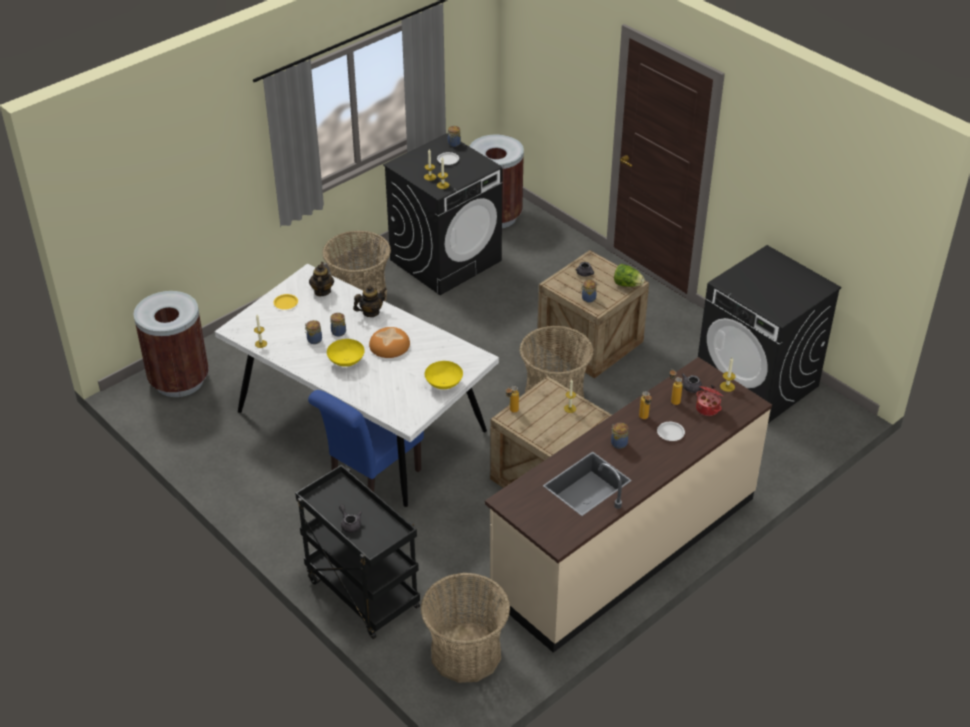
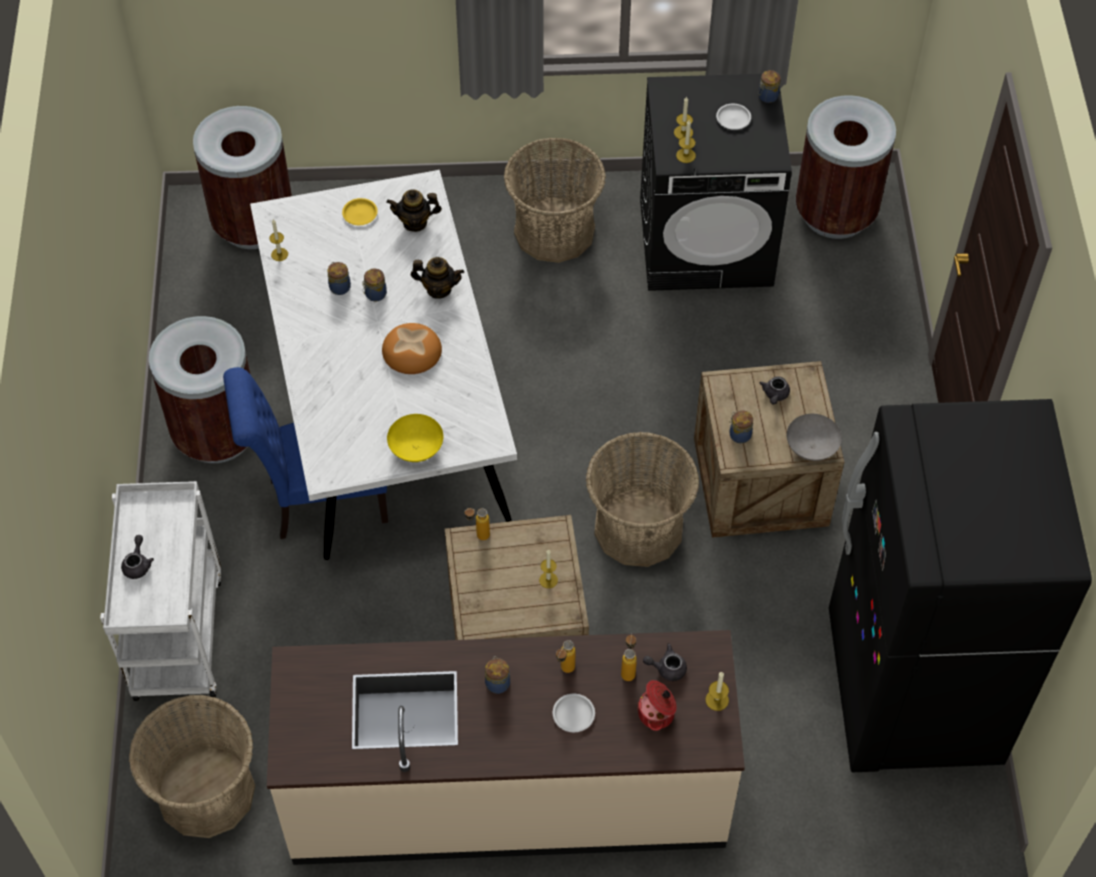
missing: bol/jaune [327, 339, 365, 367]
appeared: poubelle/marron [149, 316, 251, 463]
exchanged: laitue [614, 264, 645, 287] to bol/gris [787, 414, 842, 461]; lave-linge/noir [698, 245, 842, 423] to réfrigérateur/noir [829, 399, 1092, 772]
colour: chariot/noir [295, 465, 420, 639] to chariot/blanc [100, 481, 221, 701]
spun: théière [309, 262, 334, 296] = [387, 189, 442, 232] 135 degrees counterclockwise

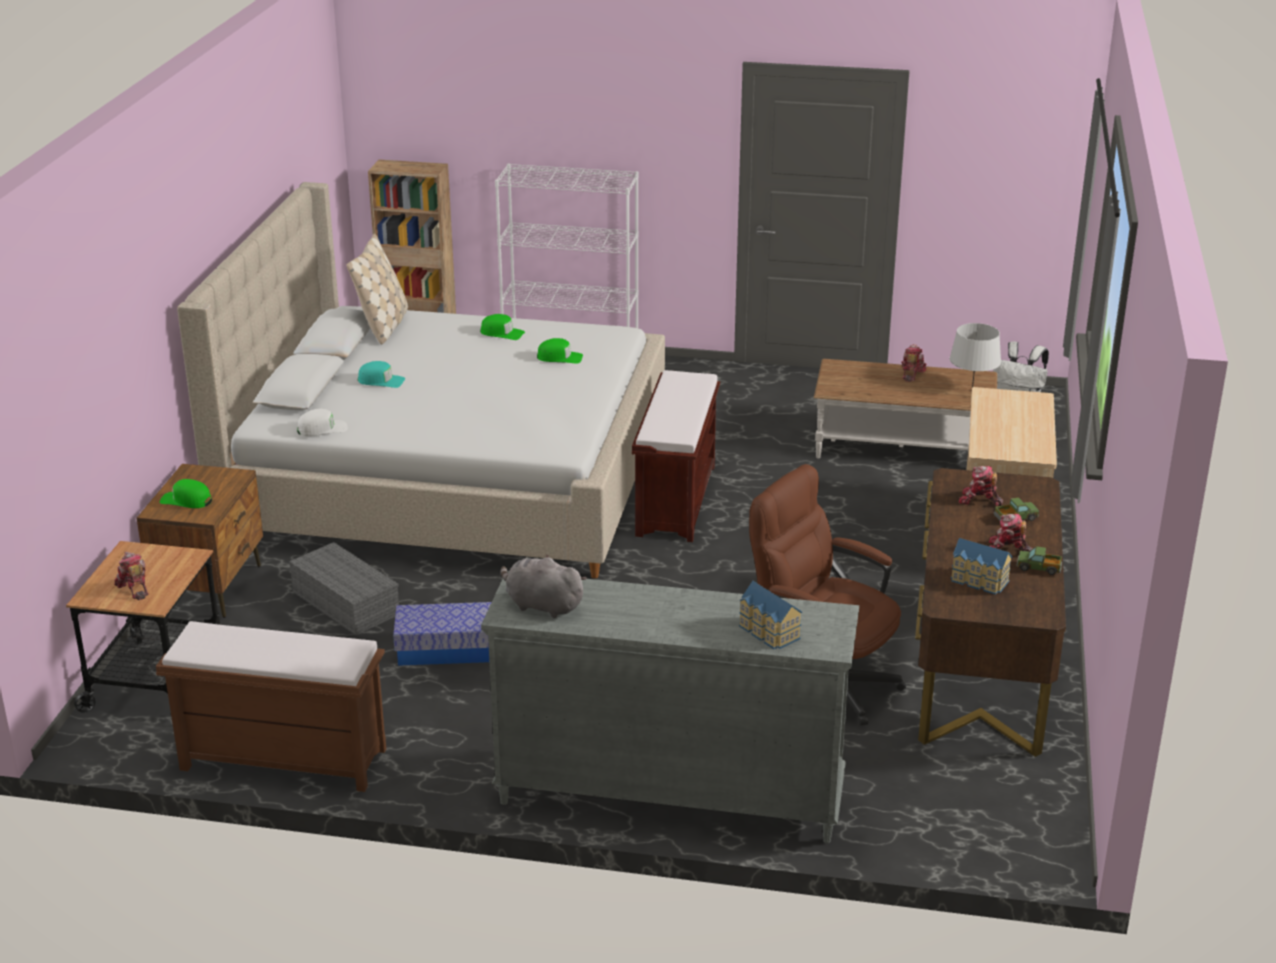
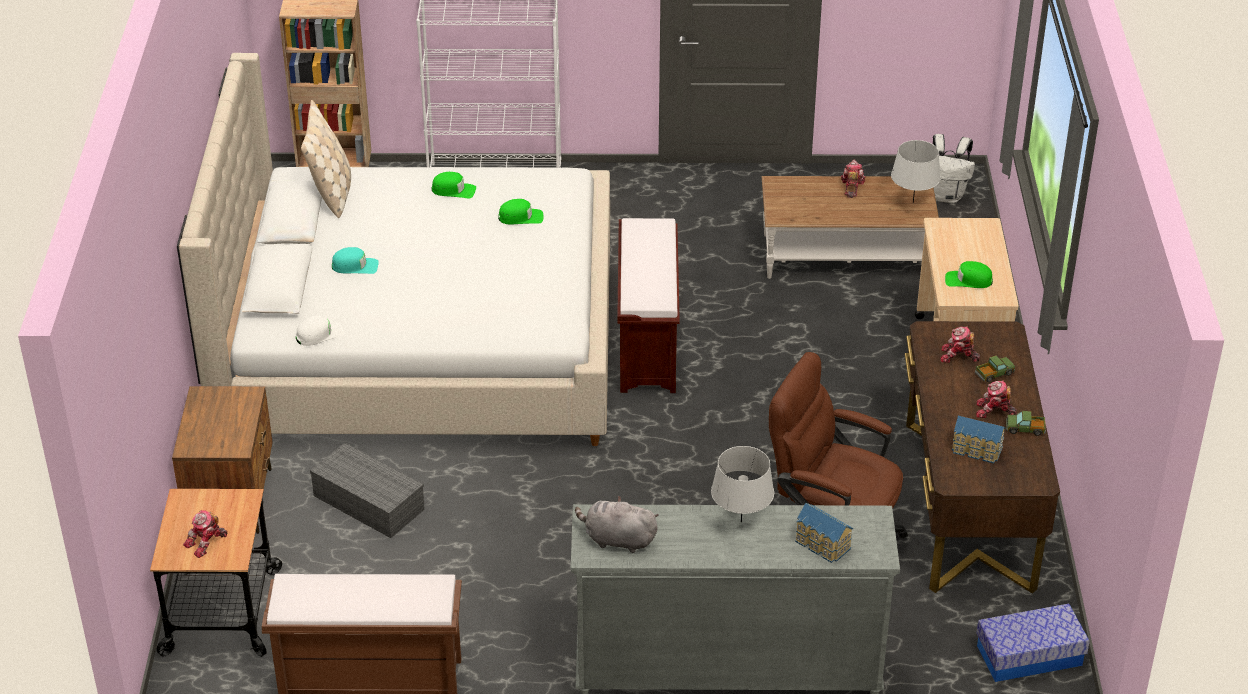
appeared: lampe de table/gris [711, 446, 774, 522]
relocated: casquette/vert [160, 479, 212, 508] to [945, 261, 993, 288]; boîte de rangement [393, 602, 492, 666] to [976, 604, 1090, 682]
spun: robot jouet [114, 552, 149, 600] = [183, 510, 227, 558] 90 degrees counterclockwise

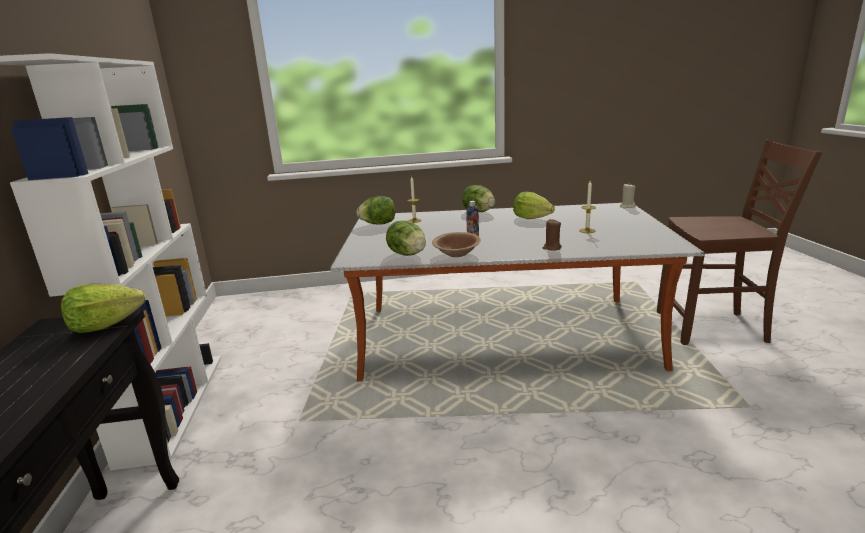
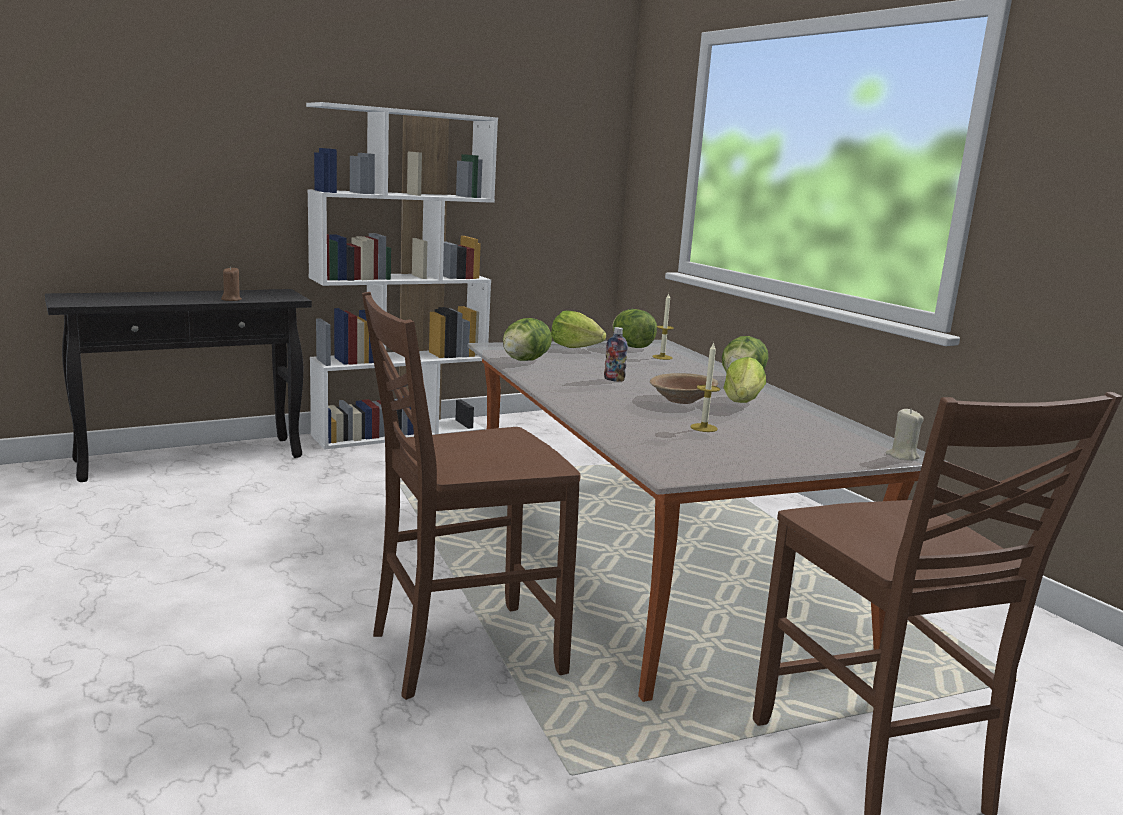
appeared: chaise/marron [362, 292, 581, 700]
relocated: laitue [61, 284, 146, 333] to [551, 310, 606, 348]; bol/marron [432, 232, 481, 257] to [650, 373, 718, 404]; bougie/marron [543, 219, 562, 251] to [221, 266, 242, 301]

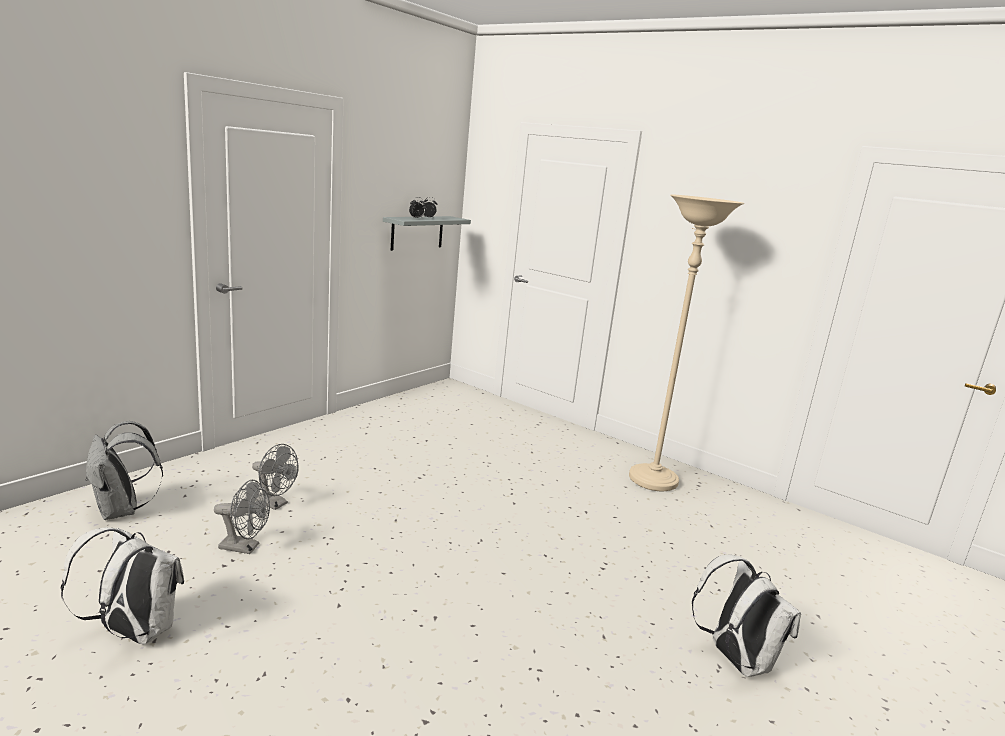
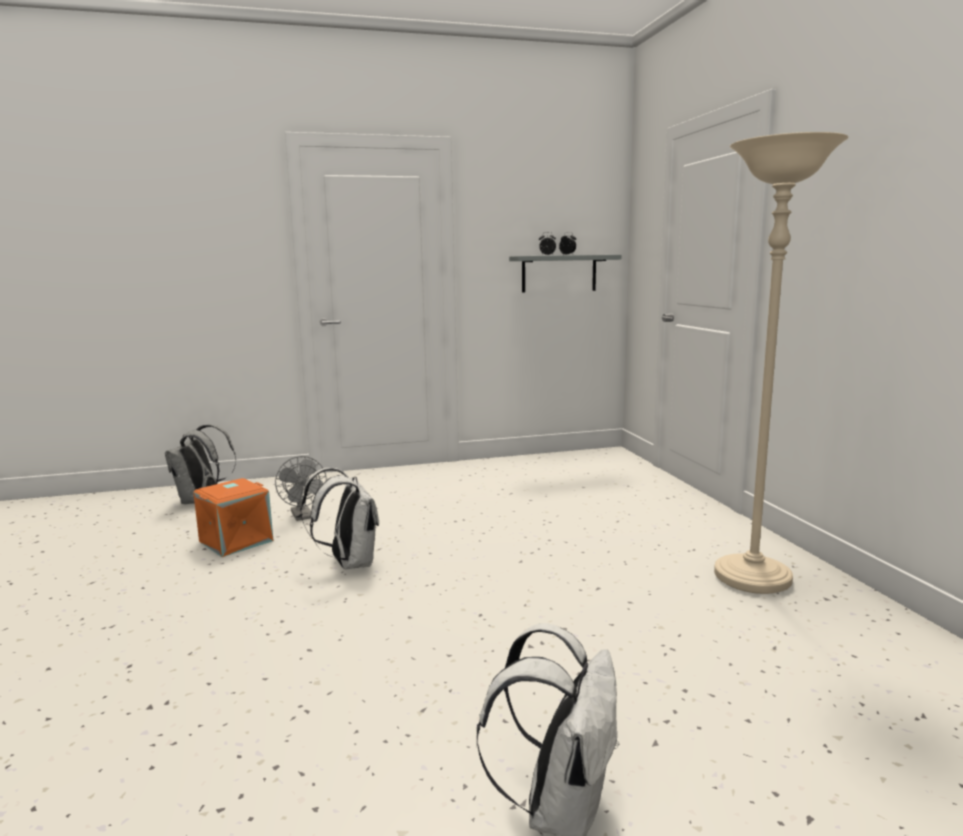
relocated: sac à dos/blanc [61, 527, 184, 645] to [300, 468, 379, 570]
exchanged: ventilateur/gris [214, 480, 270, 554] to boîte de rangement/orange [193, 478, 274, 557]

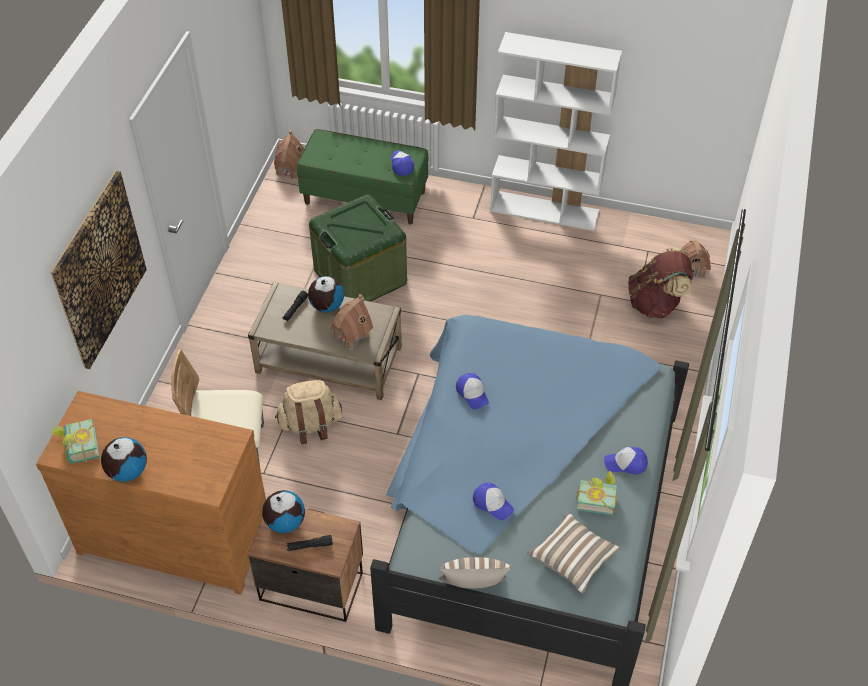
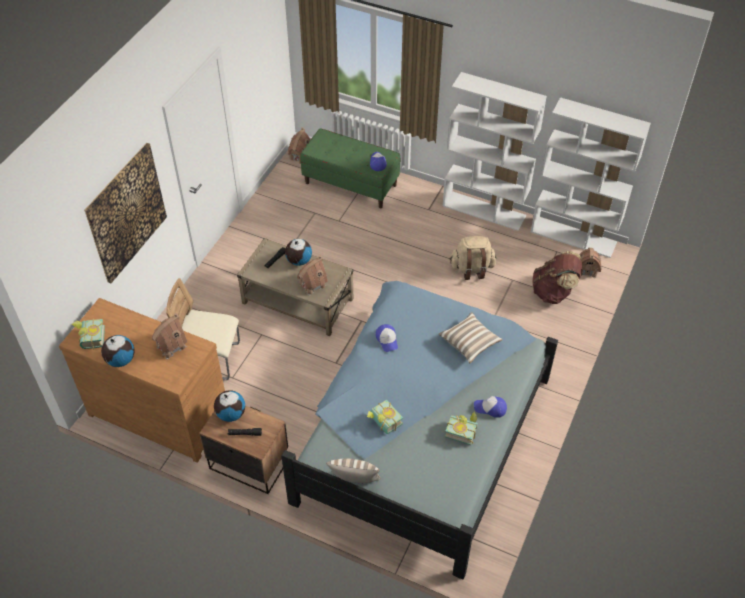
missing: boîte de rangement/vert [309, 195, 407, 302]
appeared: maison miniature [152, 313, 187, 359]; bibliothèque/blanc [531, 97, 651, 258]
relocated: sac à dos/beige [275, 380, 342, 444] to [449, 236, 496, 280]; coussin [527, 511, 621, 594] to [439, 312, 503, 363]
exchanged: casquette [473, 483, 514, 520] to livre [367, 400, 403, 434]

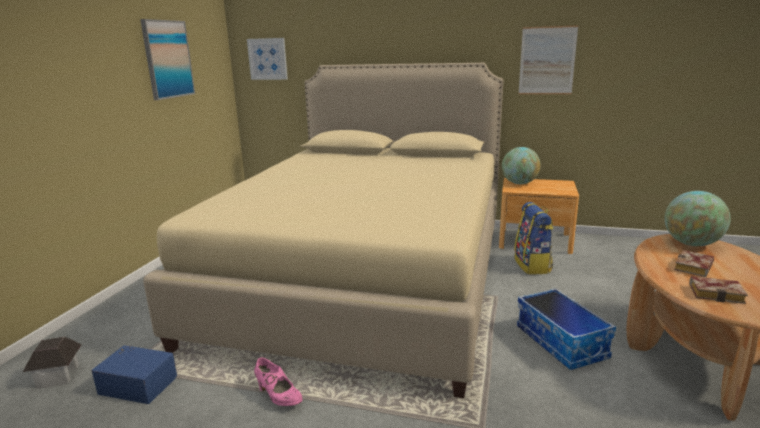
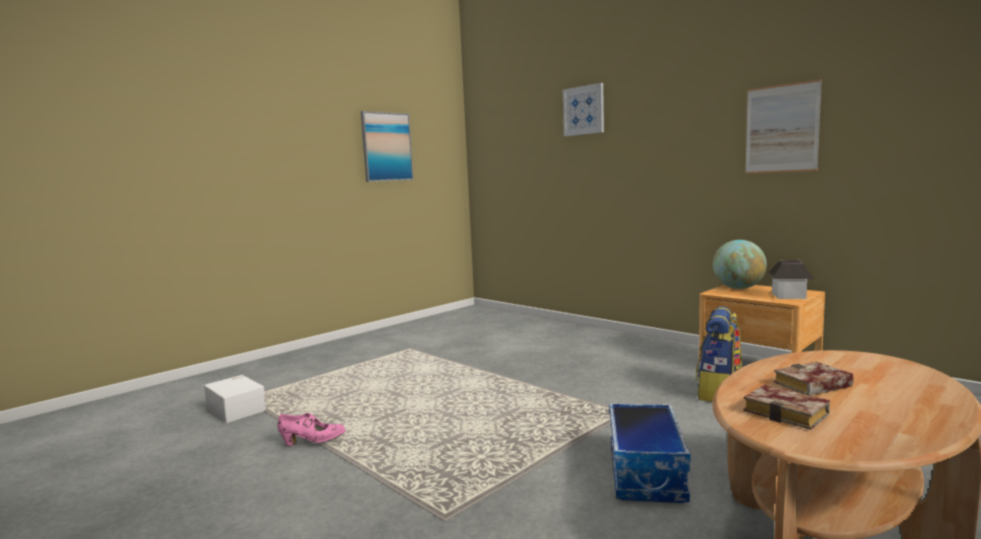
missing: lit/beige [143, 63, 503, 398]; globe [665, 191, 730, 246]
relocated: maison miniature [23, 336, 82, 389] to [768, 260, 814, 299]; tableau [247, 38, 288, 80] to [563, 83, 604, 136]
colour: boîte de rangement/bleu [92, 345, 177, 404] to boîte de rangement/blanc [204, 375, 266, 423]
spun: chaussure/rose [254, 358, 303, 406] = [277, 413, 346, 446] 75 degrees counterclockwise

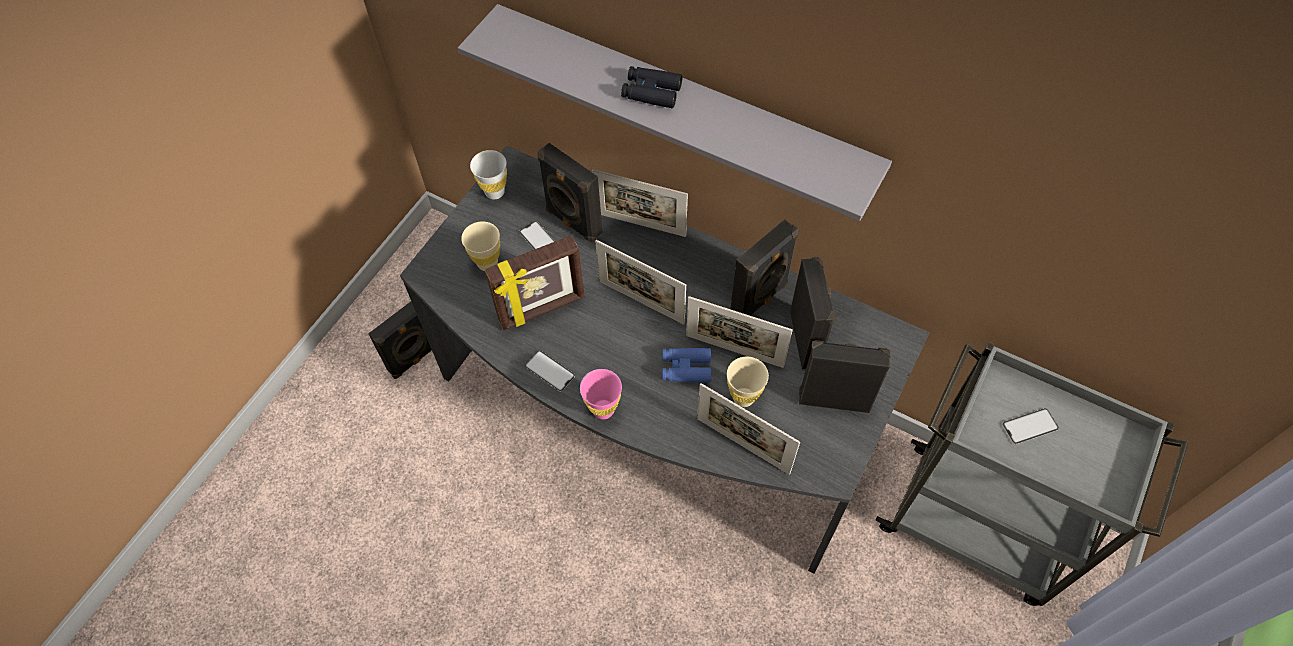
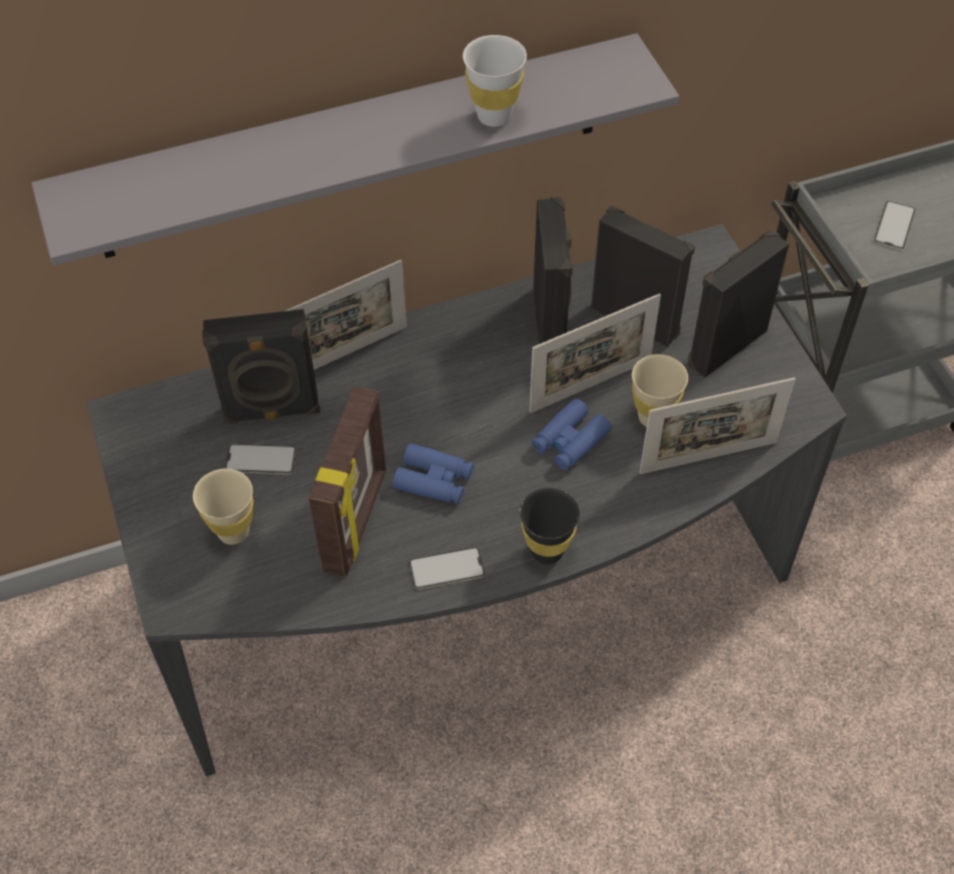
missing: enceinte/noir [368, 301, 432, 379]; cadre photo [595, 240, 686, 325]; jumelles/noir [621, 66, 683, 108]
appeared: jumelles/bleu [393, 443, 474, 504]
relocated: tasse/blanc [470, 150, 507, 199] to [463, 35, 527, 127]
colour: tasse/rose [580, 369, 622, 419] to tasse/noir [520, 488, 580, 564]

